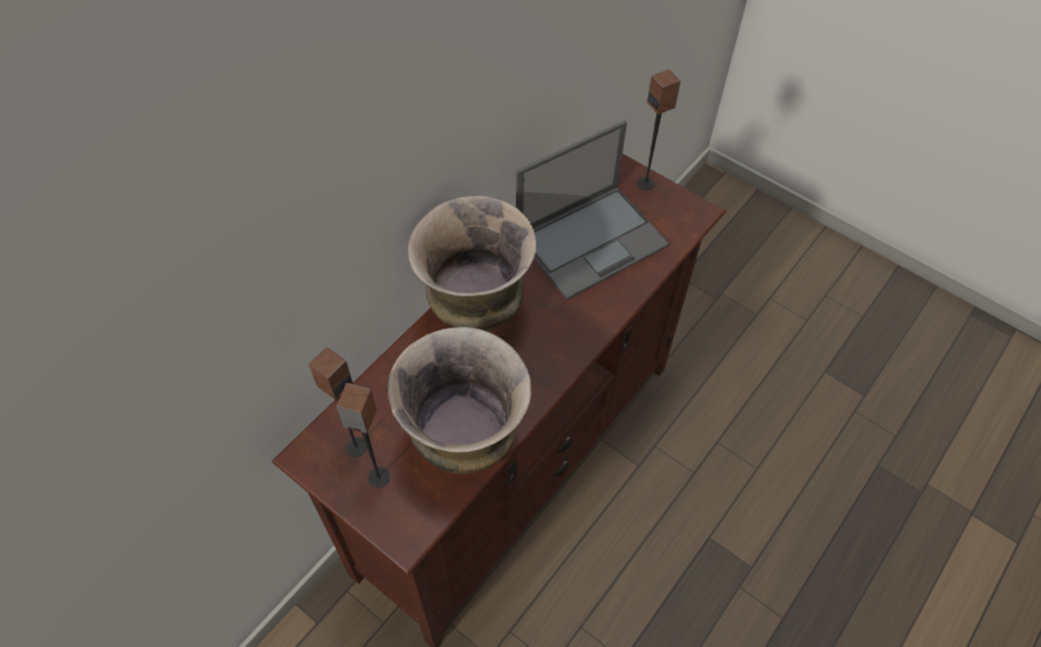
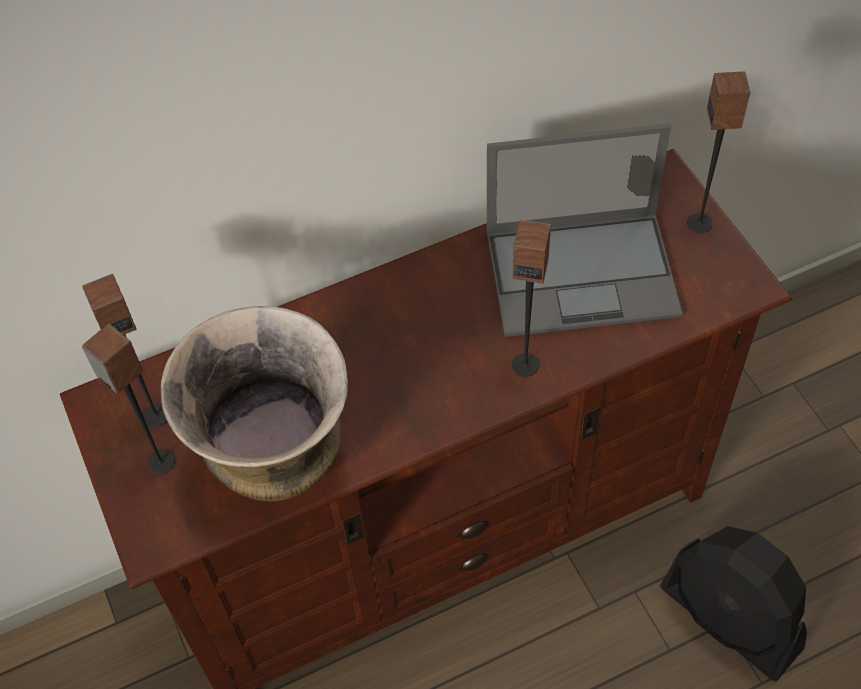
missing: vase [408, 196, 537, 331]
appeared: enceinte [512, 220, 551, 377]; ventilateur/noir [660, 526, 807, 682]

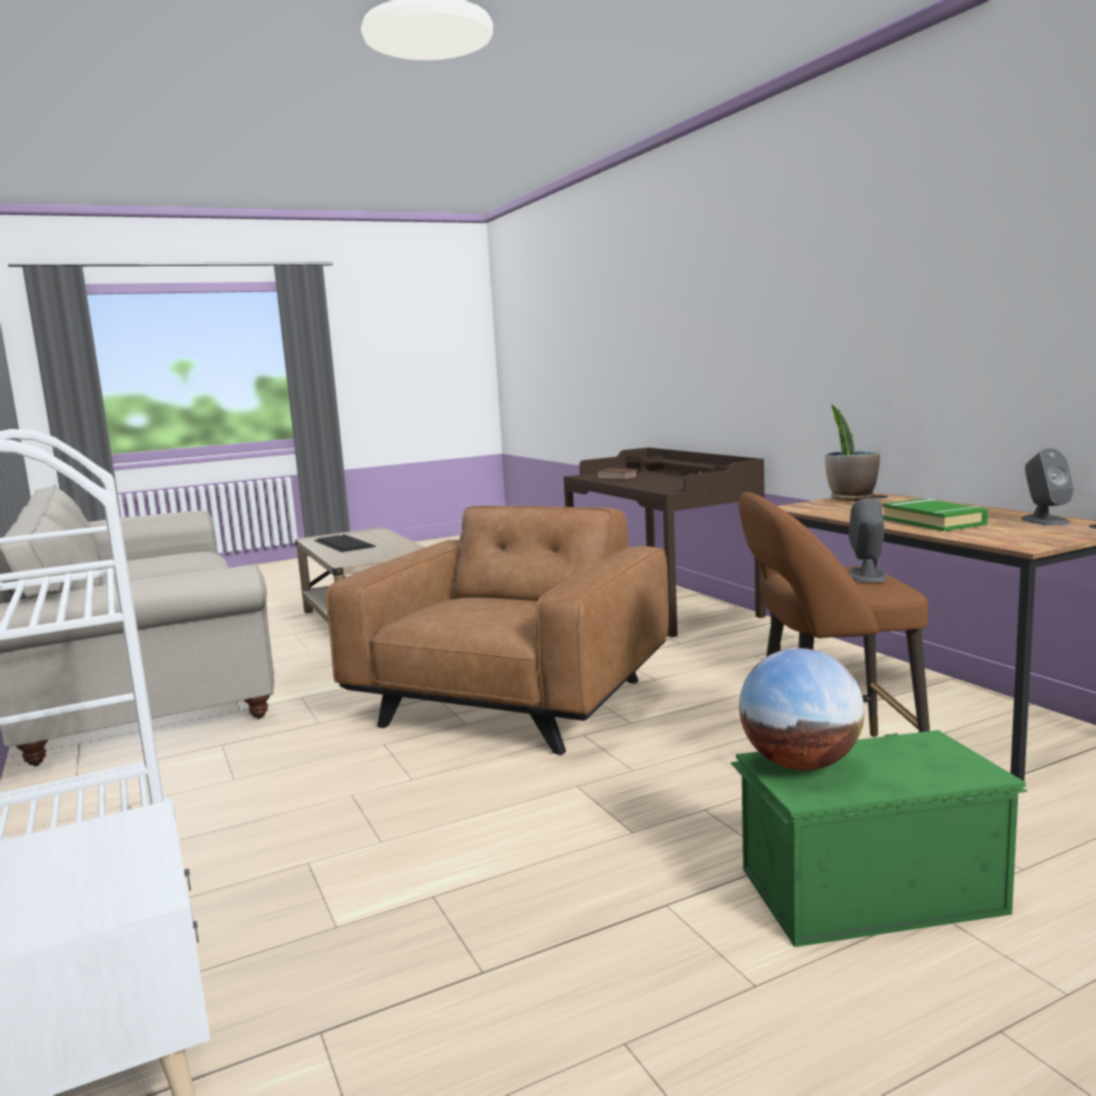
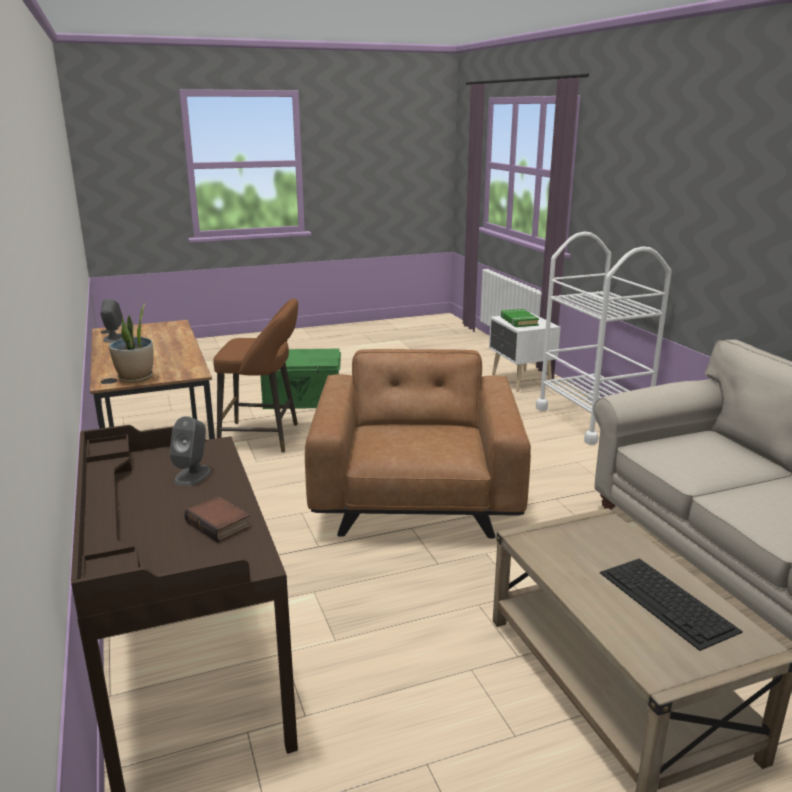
missing: globe [739, 648, 864, 771]
relocated: enceinte/gris [848, 498, 887, 582] to [170, 416, 211, 486]; livre/vert [882, 499, 988, 531] to [501, 309, 539, 327]
spun: fauteuil/marron [326, 506, 669, 755] = [305, 349, 531, 538] 150 degrees clockwise

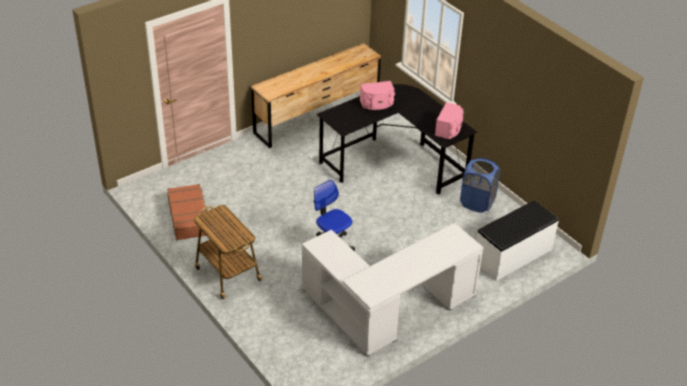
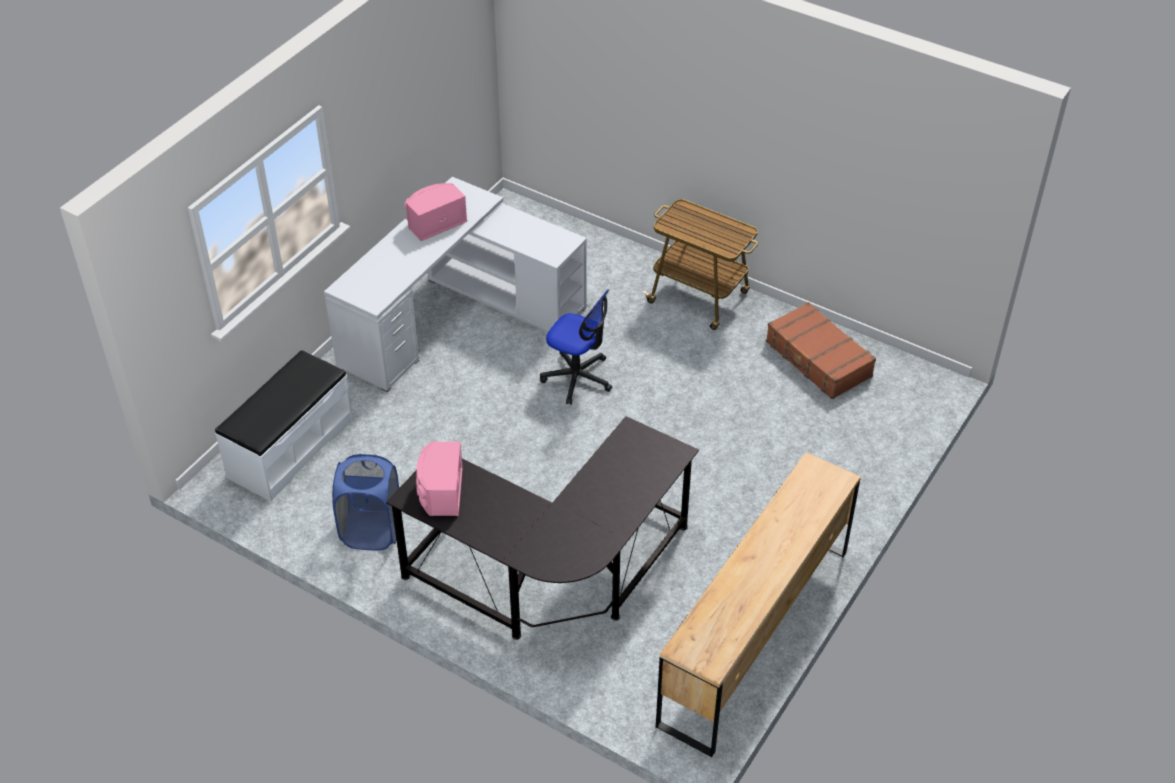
relocated: enceinte/rose [360, 81, 395, 110] to [404, 183, 467, 241]

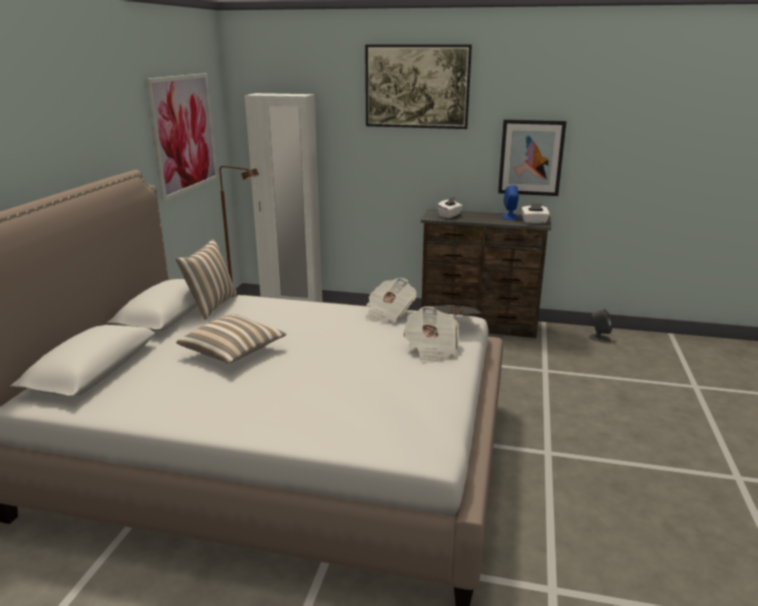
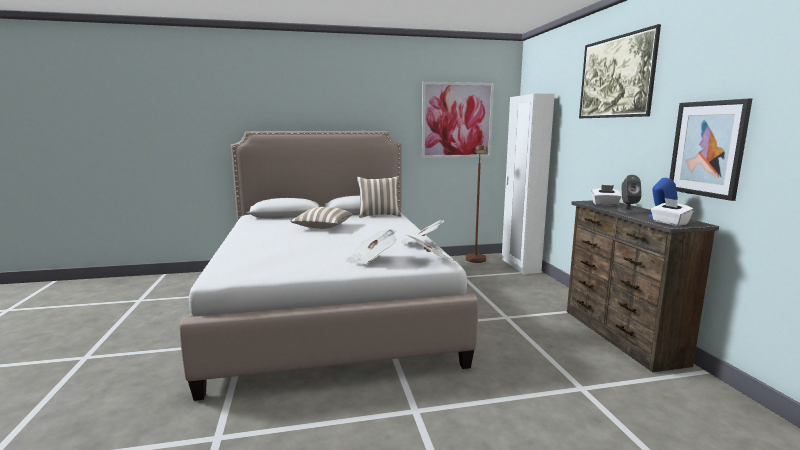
relocated: enceinte/gris [589, 309, 613, 343] to [618, 175, 642, 214]

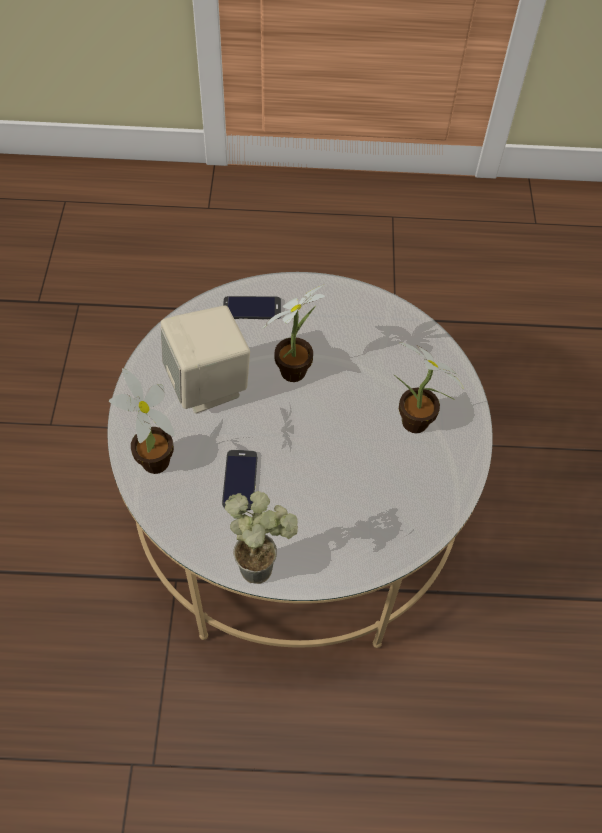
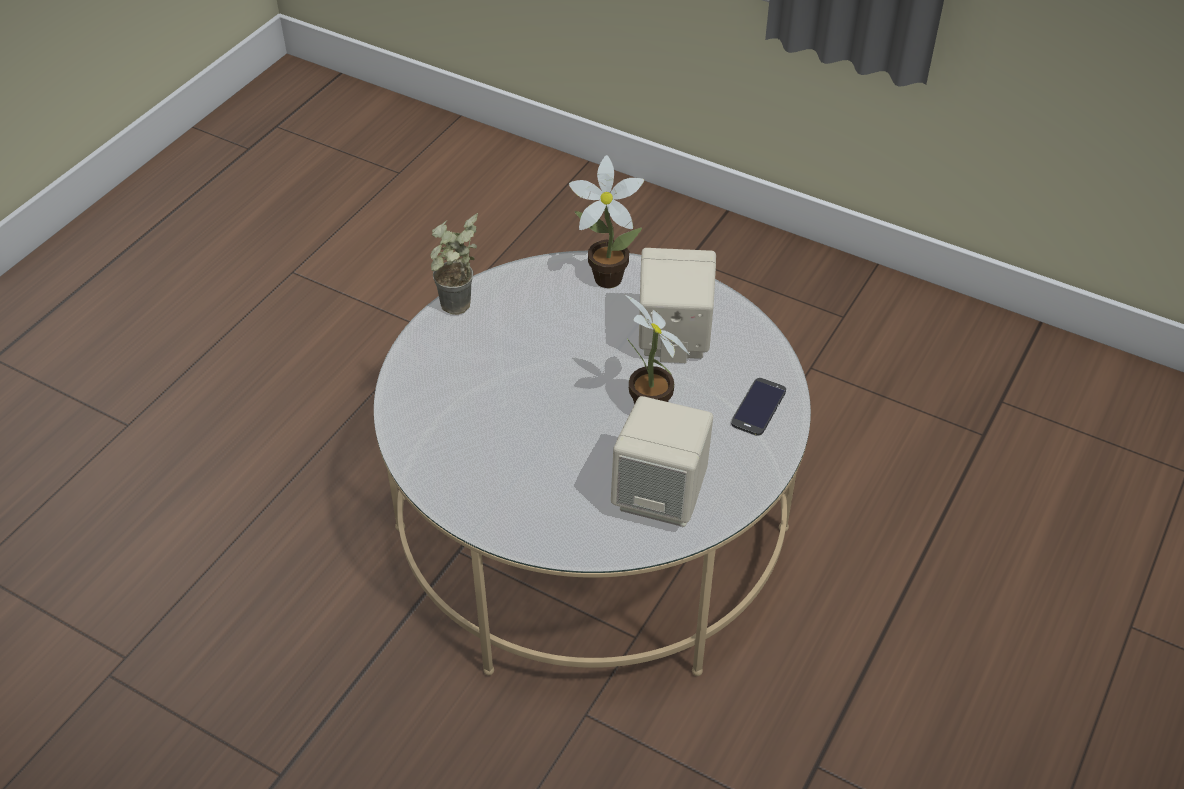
missing: téléphone [222, 450, 257, 510]; plante en pot [394, 342, 464, 433]
appeared: enceinte/beige [611, 396, 713, 527]

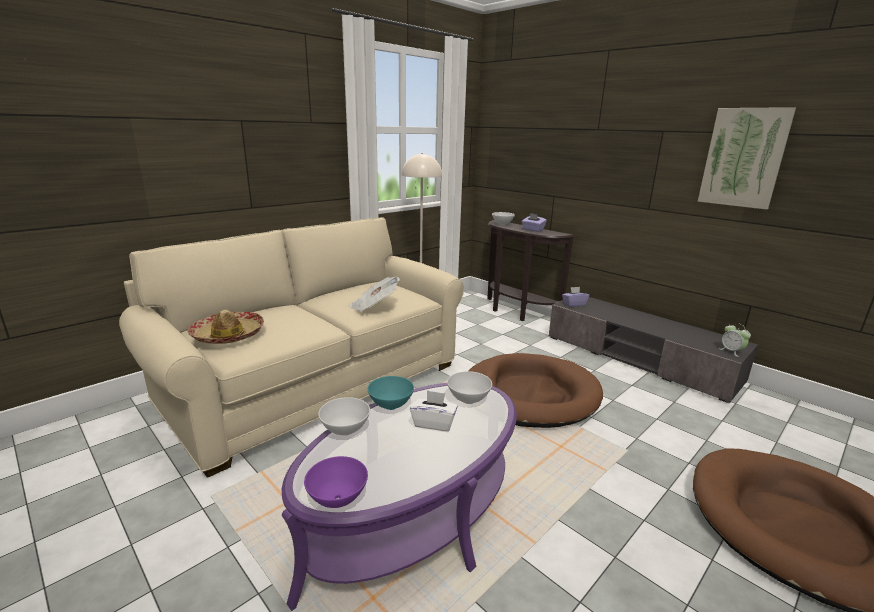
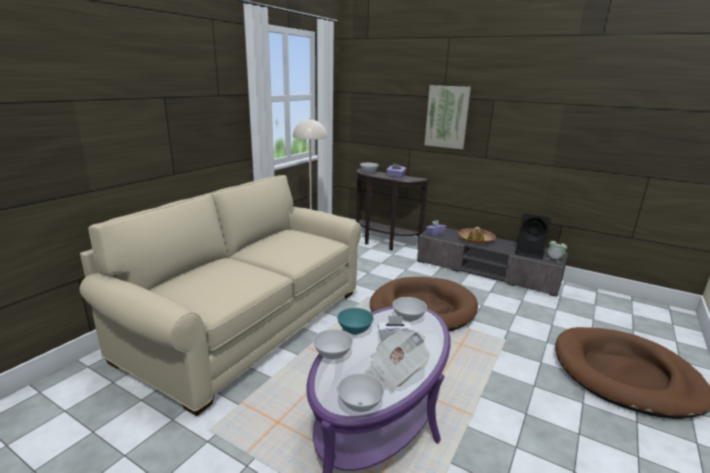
appeared: enceinte/noir [515, 214, 551, 259]
relocated: chapeau [188, 310, 264, 344] to [458, 227, 496, 244]; journal [349, 277, 400, 312] to [364, 331, 430, 392]; tableau [698, 107, 796, 210] to [424, 85, 471, 149]
colour: bol/violet [304, 456, 368, 508] to bol/blanc [337, 373, 384, 412]

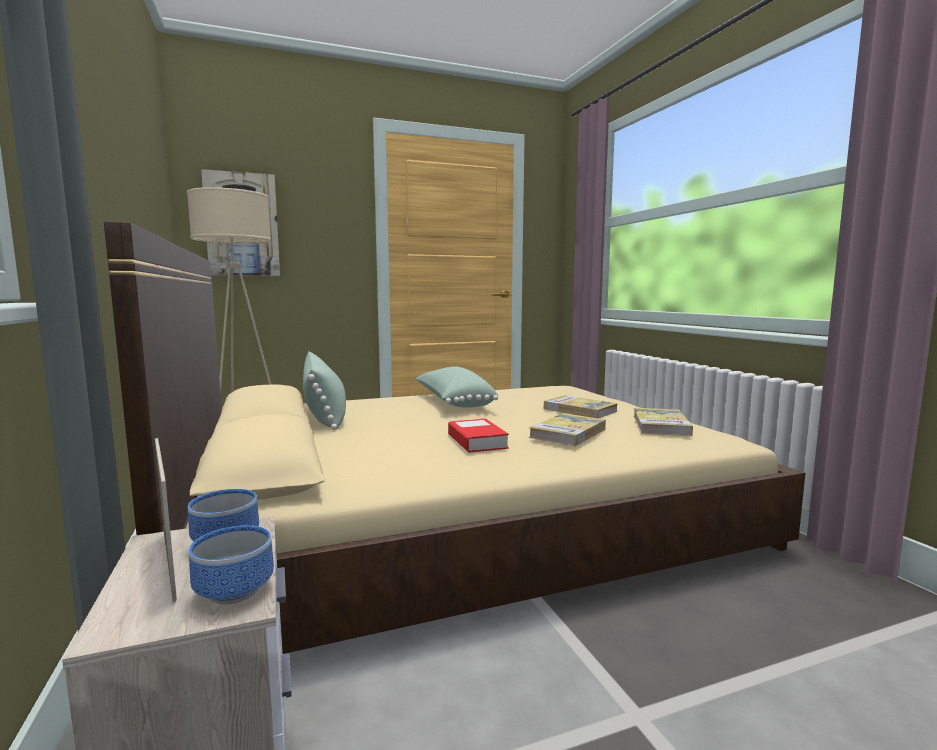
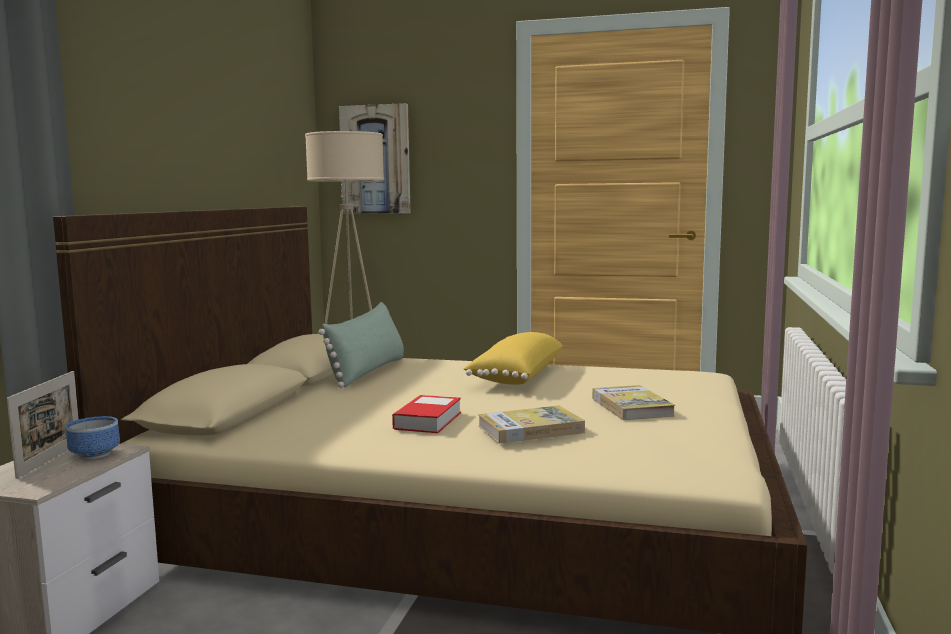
missing: bol [189, 525, 274, 604]; livre [633, 408, 693, 436]
colour: coussin/vert [416, 366, 498, 408] to coussin/jaune [463, 332, 563, 385]

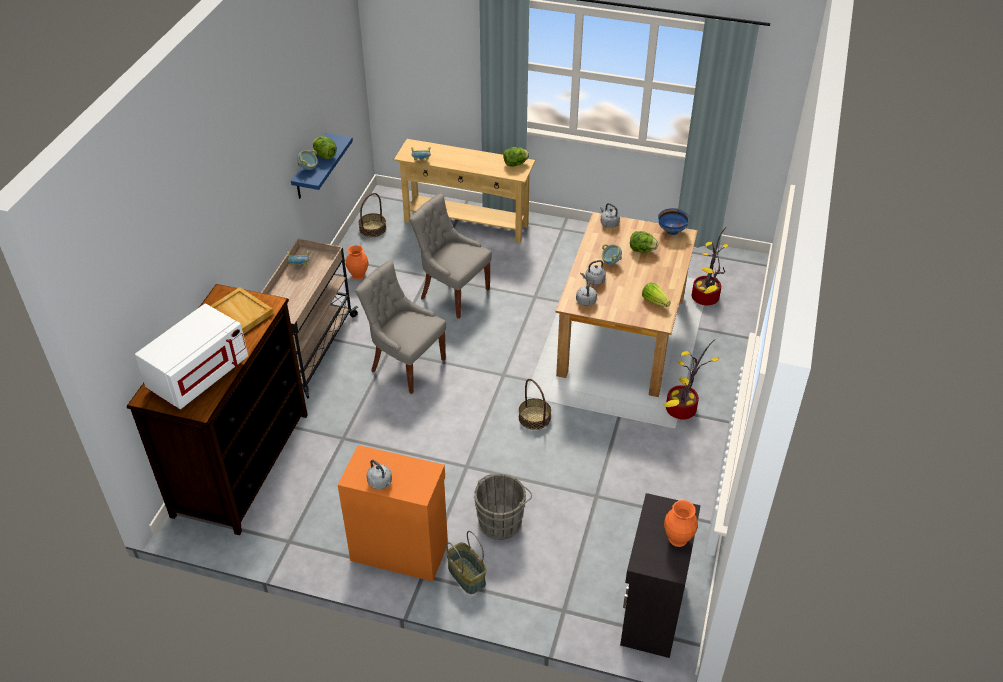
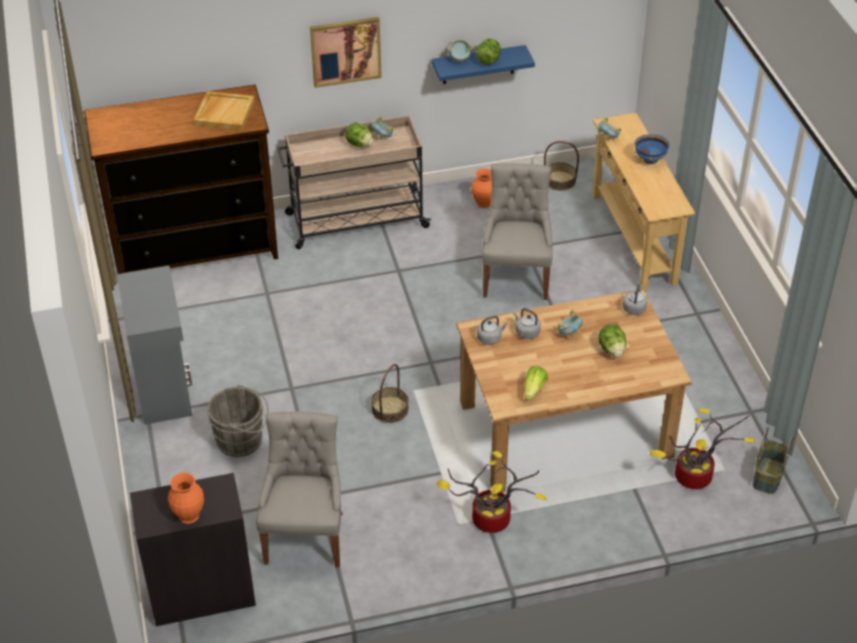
missing: micro-ondes/blanc [135, 304, 248, 409]; bouilloire/gris [367, 460, 392, 489]
appeared: tableau [310, 17, 382, 88]
relocated: chaise/gris [355, 260, 446, 394] to [256, 412, 343, 567]; panier [446, 531, 486, 594] to [753, 427, 794, 494]; laitue [503, 147, 529, 166] to [345, 122, 374, 147]; bol/bleu [658, 208, 690, 235] to [634, 134, 669, 164]
colour: meuble de rangement/orange [338, 445, 448, 582] to meuble de rangement/gris [117, 266, 192, 424]

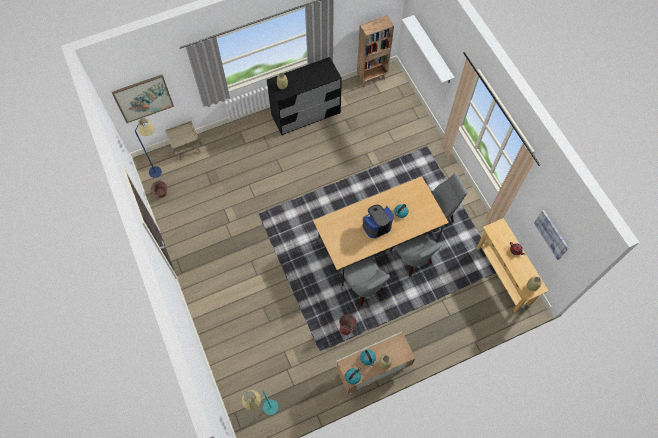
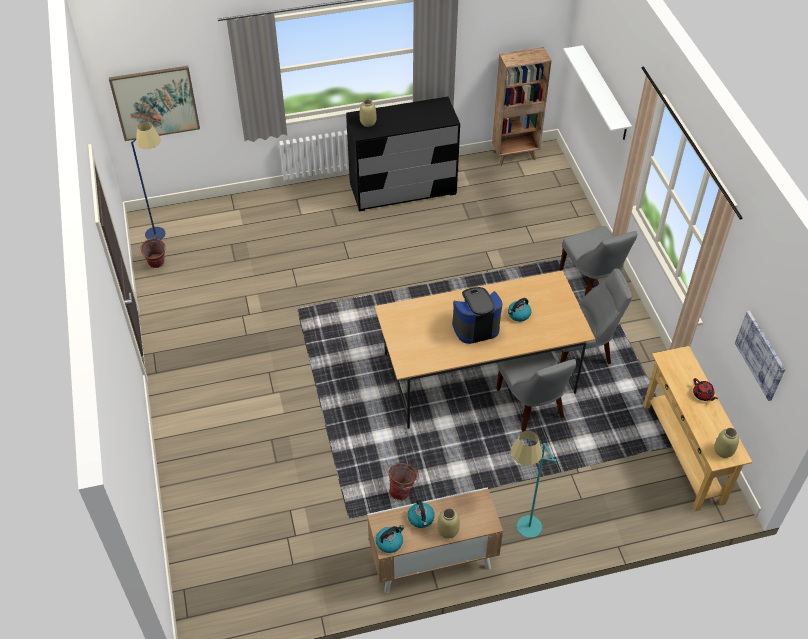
missing: table de chevet/beige [165, 121, 201, 160]
relocated: lampadaire/turquoise [242, 389, 278, 415] to [511, 430, 556, 538]; chaise/gris [341, 257, 390, 307] to [559, 226, 637, 296]

